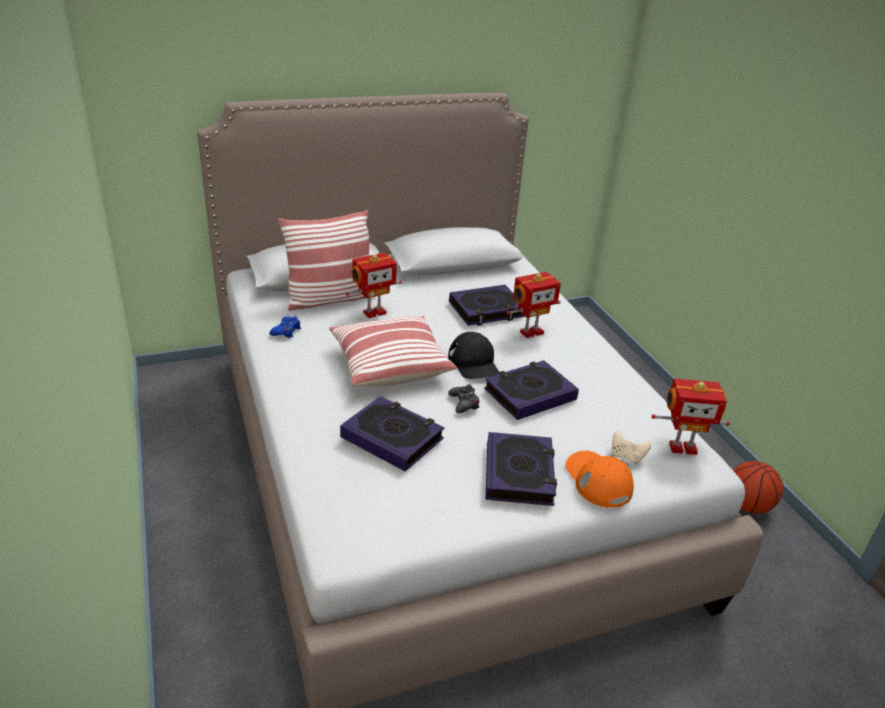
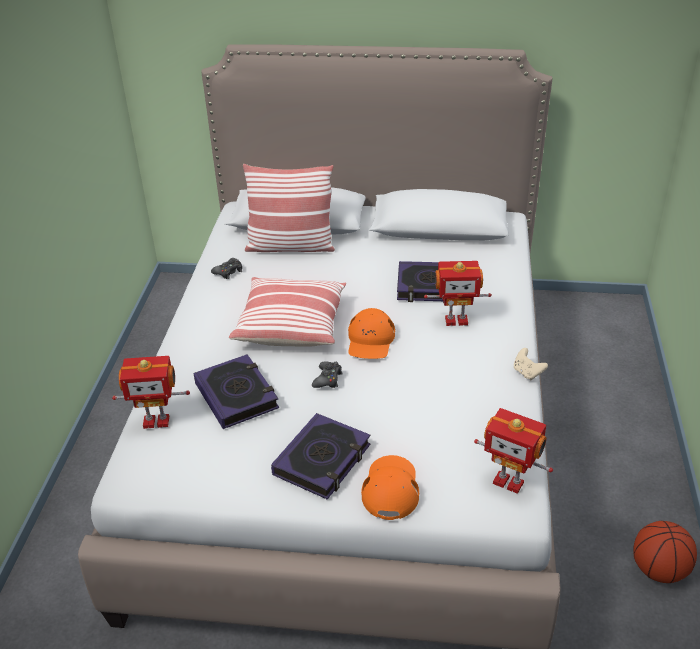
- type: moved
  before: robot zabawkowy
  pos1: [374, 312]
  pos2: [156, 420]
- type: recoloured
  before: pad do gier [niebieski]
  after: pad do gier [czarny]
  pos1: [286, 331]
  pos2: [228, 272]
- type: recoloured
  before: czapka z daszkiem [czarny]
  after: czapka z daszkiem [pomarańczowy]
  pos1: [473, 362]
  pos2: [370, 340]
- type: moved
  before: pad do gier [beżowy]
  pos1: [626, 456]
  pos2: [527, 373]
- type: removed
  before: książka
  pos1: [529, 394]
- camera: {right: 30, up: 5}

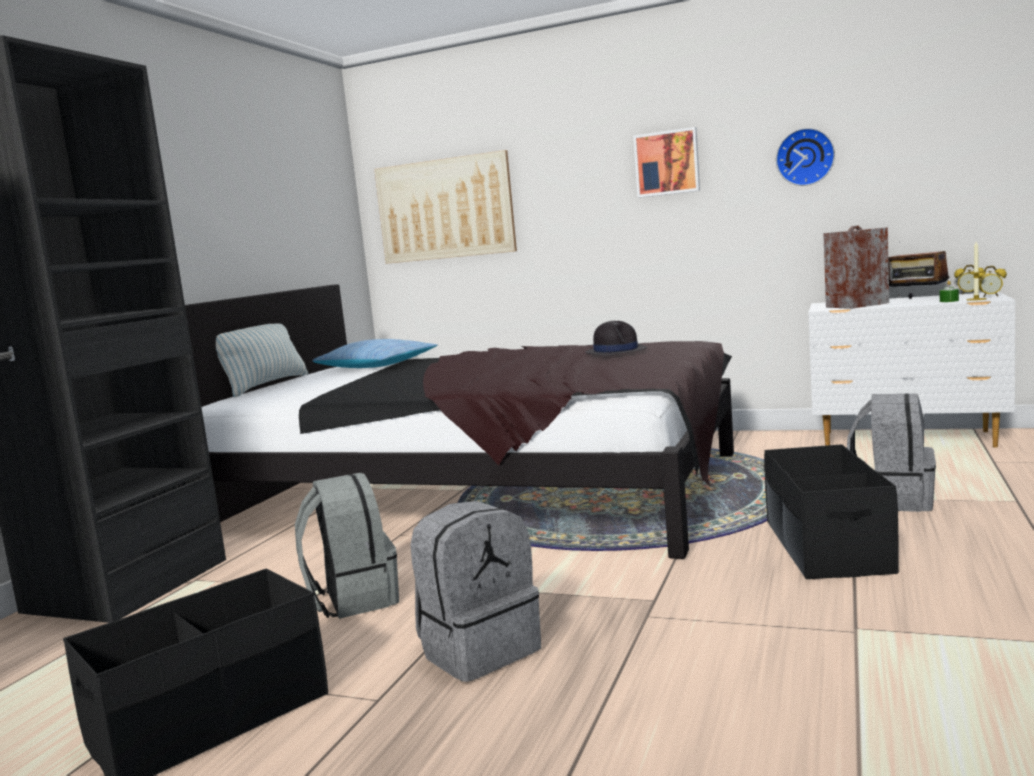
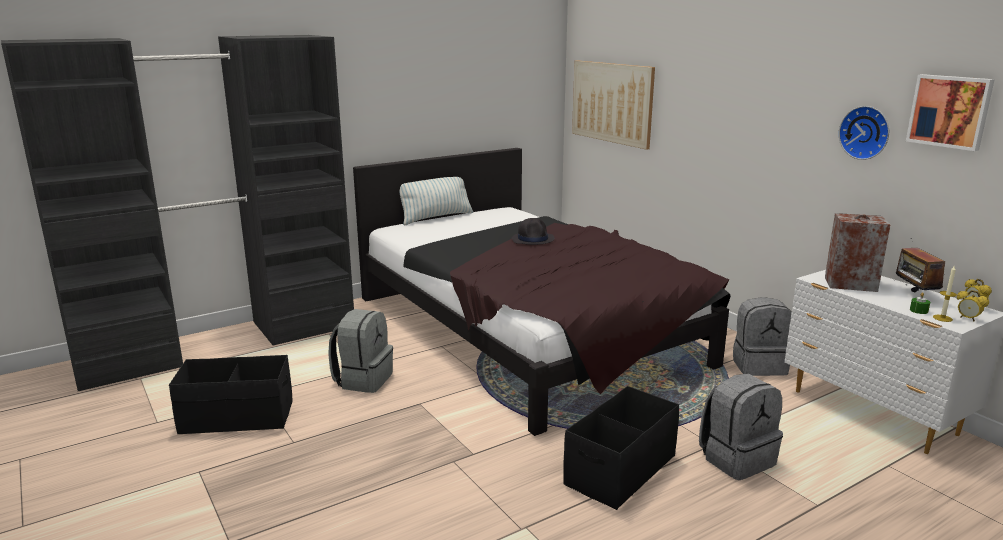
- type: moved
  before: kapelusz [czarny]
  pos1: [616, 351]
  pos2: [533, 239]
- type: moved
  before: plecak [szary]
  pos1: [479, 650]
  pos2: [759, 365]
- type: moved
  before: obraz
  pos1: [667, 163]
  pos2: [950, 111]
- type: removed
  before: poduszka
  pos1: [377, 366]
- camera: {right: 35, up: 10}

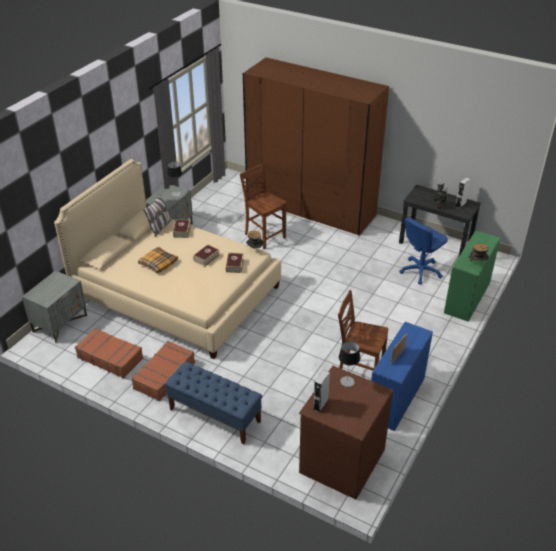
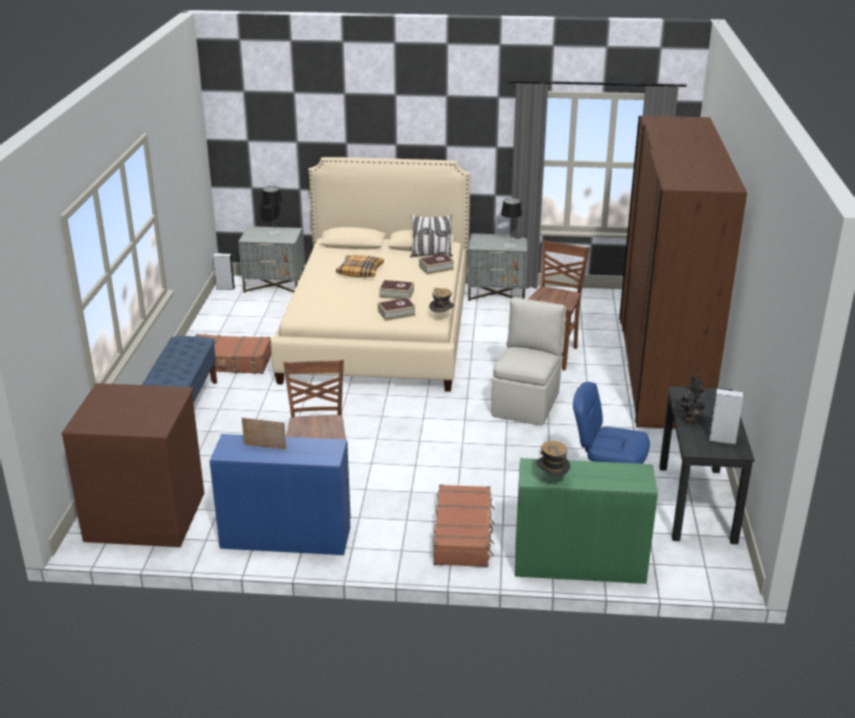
- type: moved
  before: głośnik [szary]
  pos1: [320, 404]
  pos2: [225, 288]
- type: moved
  before: lampa stołowa
  pos1: [347, 381]
  pos2: [274, 232]
- type: moved
  before: walizka [brązowy]
  pos1: [110, 357]
  pos2: [463, 534]
- type: added
  after: krzesło [beżowy]
  pos2: [526, 403]
- camera: {right: 65, up: -10}

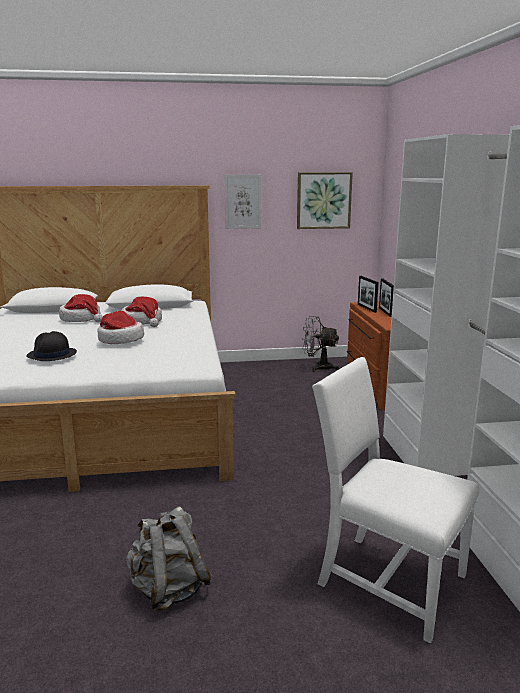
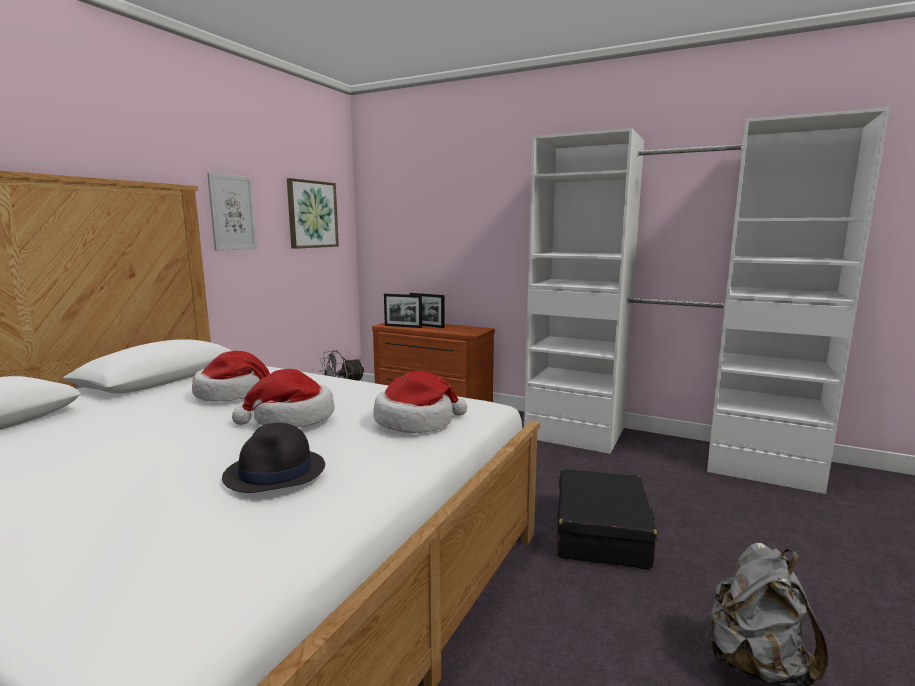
- type: moved
  before: kapelusz
  pos1: [82, 319]
  pos2: [416, 421]
- type: added
  after: walizka [czarny]
  pos2: [601, 532]
- type: removed
  before: krzesło [biały]
  pos1: [386, 580]
- camera: {right: -55, up: -5}

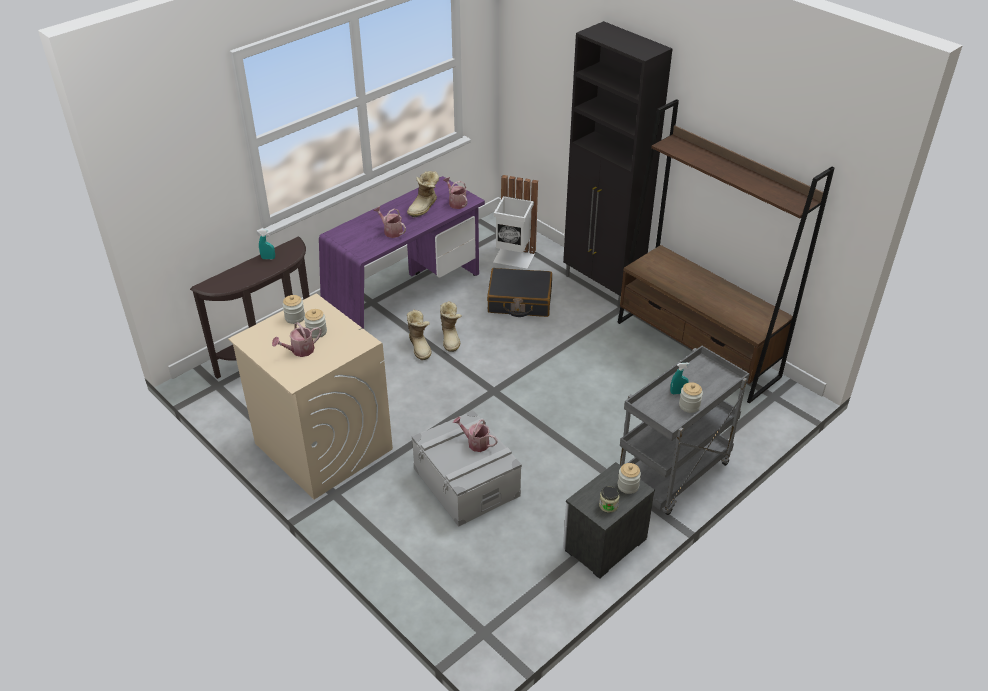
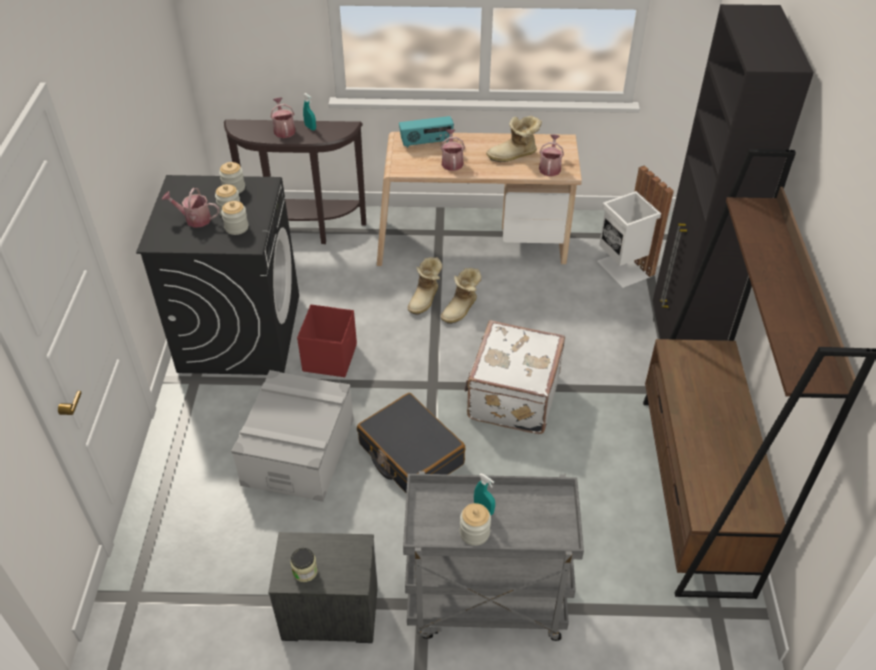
- type: recoloured
  before: pralka [beżowy]
  after: pralka [czarny]
  pos1: [322, 446]
  pos2: [240, 332]
- type: moved
  before: słoik
  pos1: [628, 486]
  pos2: [236, 227]
- type: moved
  before: konewka
  pos1: [475, 443]
  pos2: [284, 130]
- type: added
  after: pojemnik do przechowywania [czerwony]
  pos2: [330, 357]
- type: moved
  before: walizka [czarny]
  pos1: [519, 301]
  pos2: [410, 454]
- type: recoloured
  before: biurko [fioletowy]
  after: biurko [beżowy]
  pos1: [405, 297]
  pos2: [472, 245]
- type: added
  after: radio
  pos2: [426, 143]
- type: added
  after: walizka [biały]
  pos2: [511, 397]
- camera: {right: 45, up: 5}

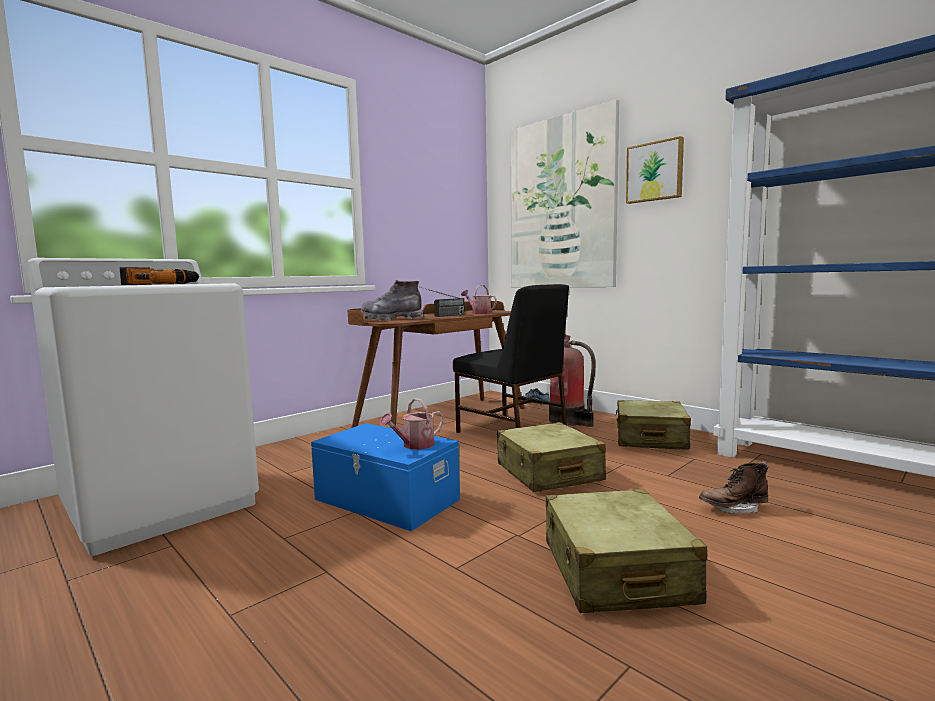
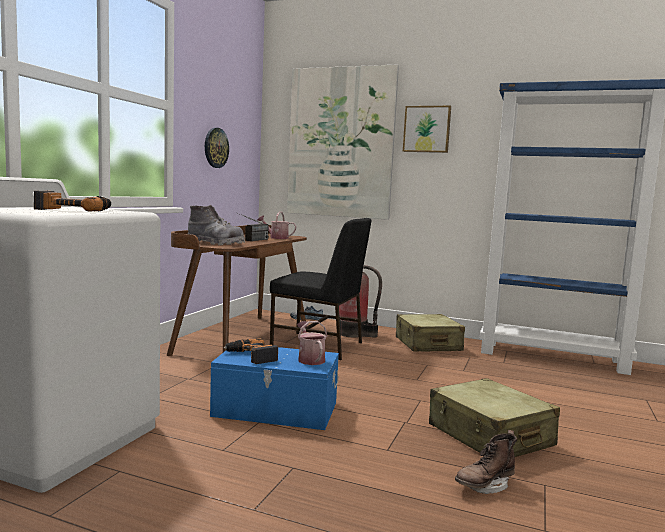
- type: turned
  before: but z cholewką [szary]
  pos1: [391, 319]
  pos2: [215, 243]
  turn: -135
- type: added
  after: zegar ścienny
  pos2: [216, 148]
- type: added
  after: wiertarka
  pos2: [251, 356]
- type: turned
  before: konewka
  pos1: [414, 445]
  pos2: [310, 359]
  turn: 135
- type: moved
  before: but z cholewką [brązowy]
  pos1: [733, 509]
  pos2: [484, 485]
- type: removed
  before: walizka [beżowy]
  pos1: [548, 473]
- camera: {right: -25, up: 0}

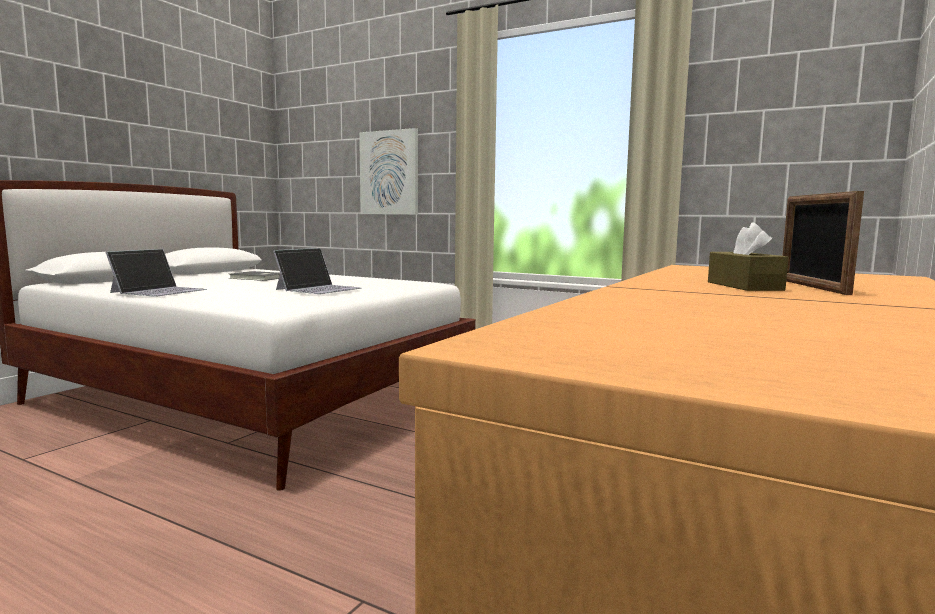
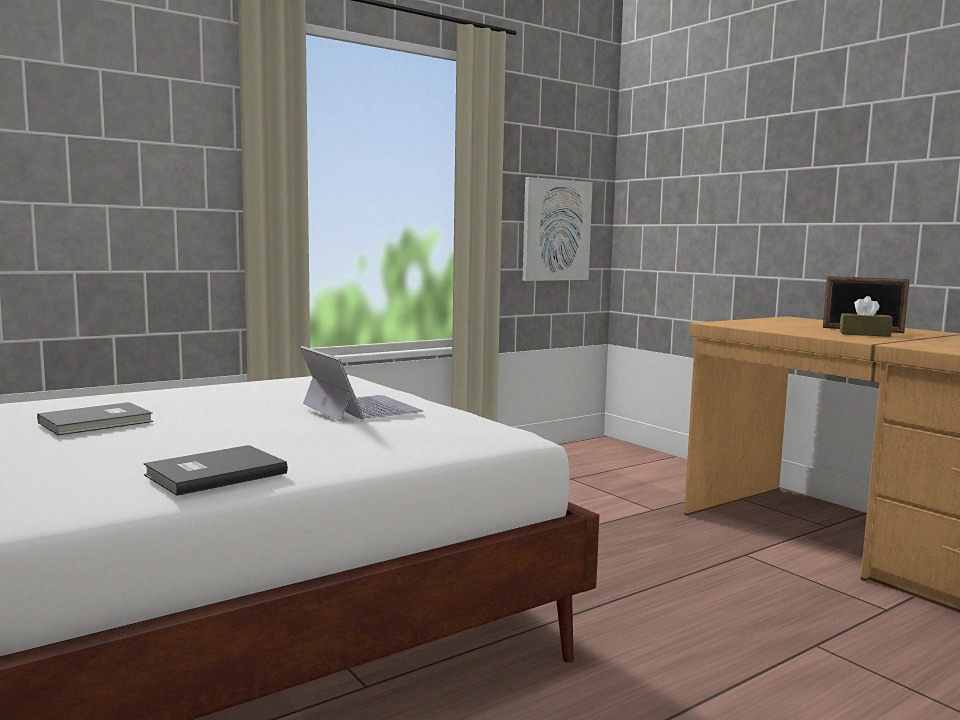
- type: replaced
  before: laptop
  after: książka [szary]
  pos1: [159, 291]
  pos2: [213, 474]
- type: moved
  before: obraz
  pos1: [389, 173]
  pos2: [556, 230]
- camera: {right: -65, up: 0}

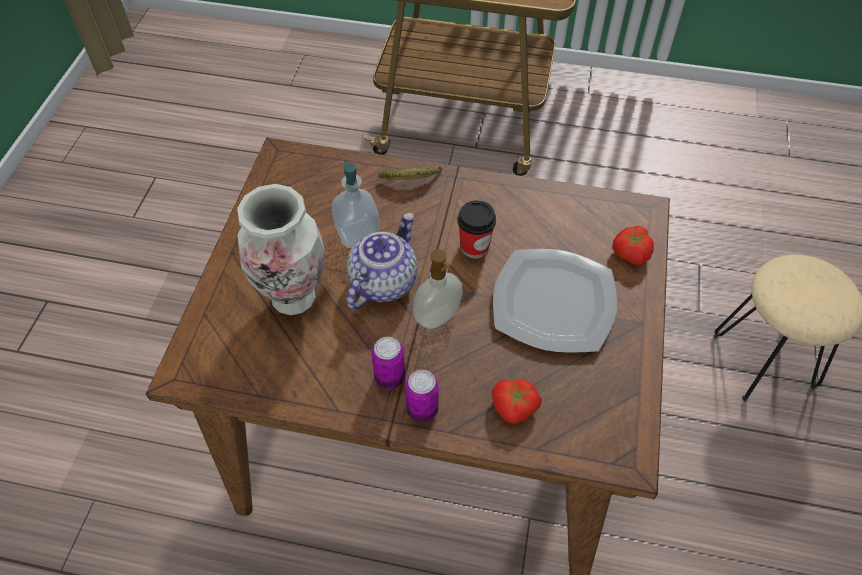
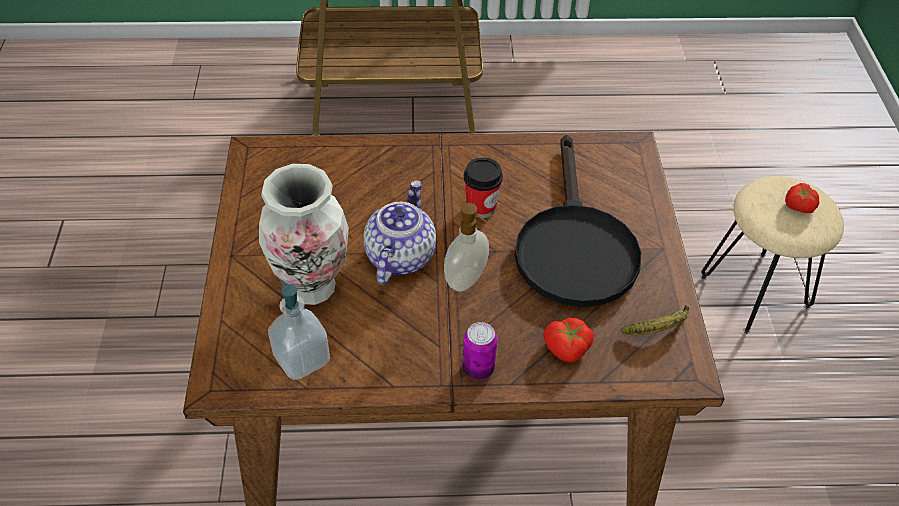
- type: moved
  before: dozownik mydła
  pos1: [357, 233]
  pos2: [302, 359]
- type: replaced
  before: talerz
  after: patelnia [czarny]
  pos1: [552, 303]
  pos2: [573, 246]
- type: moved
  before: banan
  pos1: [411, 180]
  pos2: [658, 328]
- type: moved
  before: pomidor
  pos1: [630, 253]
  pos2: [798, 206]
- type: removed
  before: puszka
  pos1: [389, 377]
- camera: {right: -15, up: -5}

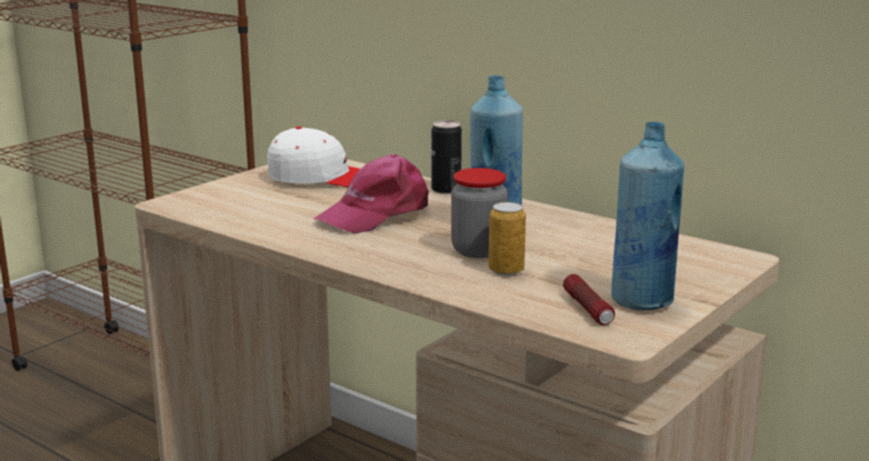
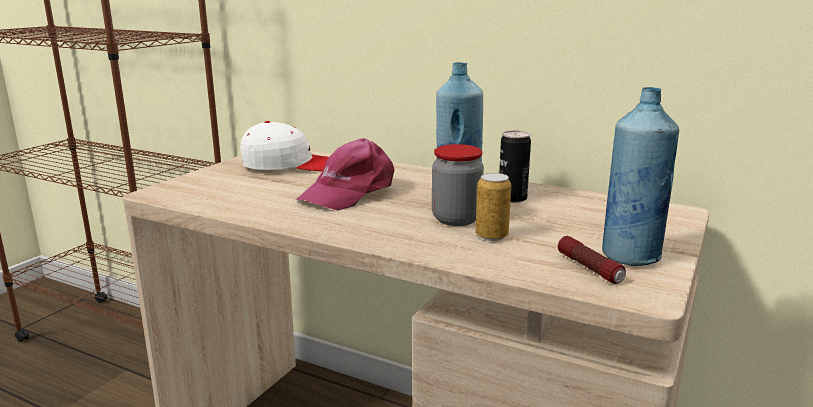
- type: moved
  before: puszka
  pos1: [446, 190]
  pos2: [512, 198]
- camera: {right: -10, up: 0}

